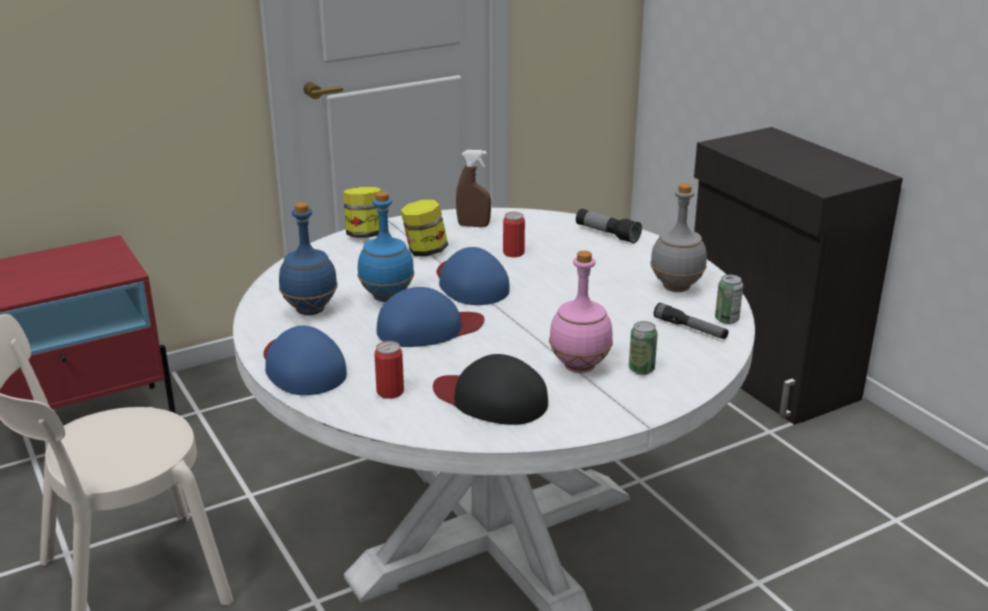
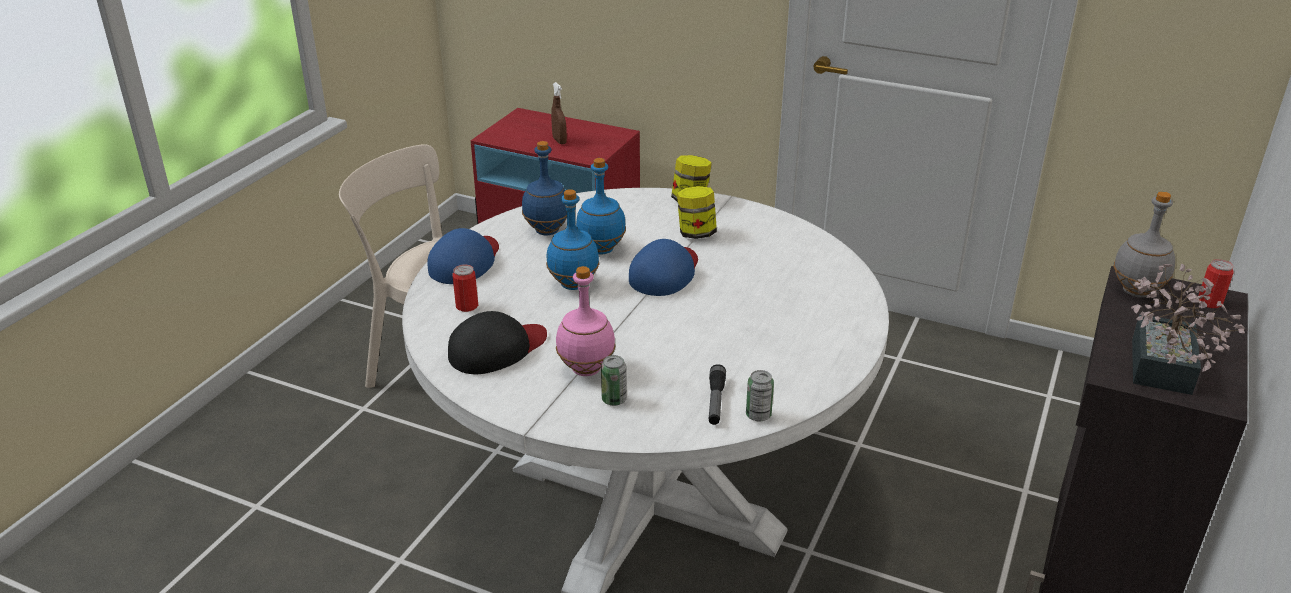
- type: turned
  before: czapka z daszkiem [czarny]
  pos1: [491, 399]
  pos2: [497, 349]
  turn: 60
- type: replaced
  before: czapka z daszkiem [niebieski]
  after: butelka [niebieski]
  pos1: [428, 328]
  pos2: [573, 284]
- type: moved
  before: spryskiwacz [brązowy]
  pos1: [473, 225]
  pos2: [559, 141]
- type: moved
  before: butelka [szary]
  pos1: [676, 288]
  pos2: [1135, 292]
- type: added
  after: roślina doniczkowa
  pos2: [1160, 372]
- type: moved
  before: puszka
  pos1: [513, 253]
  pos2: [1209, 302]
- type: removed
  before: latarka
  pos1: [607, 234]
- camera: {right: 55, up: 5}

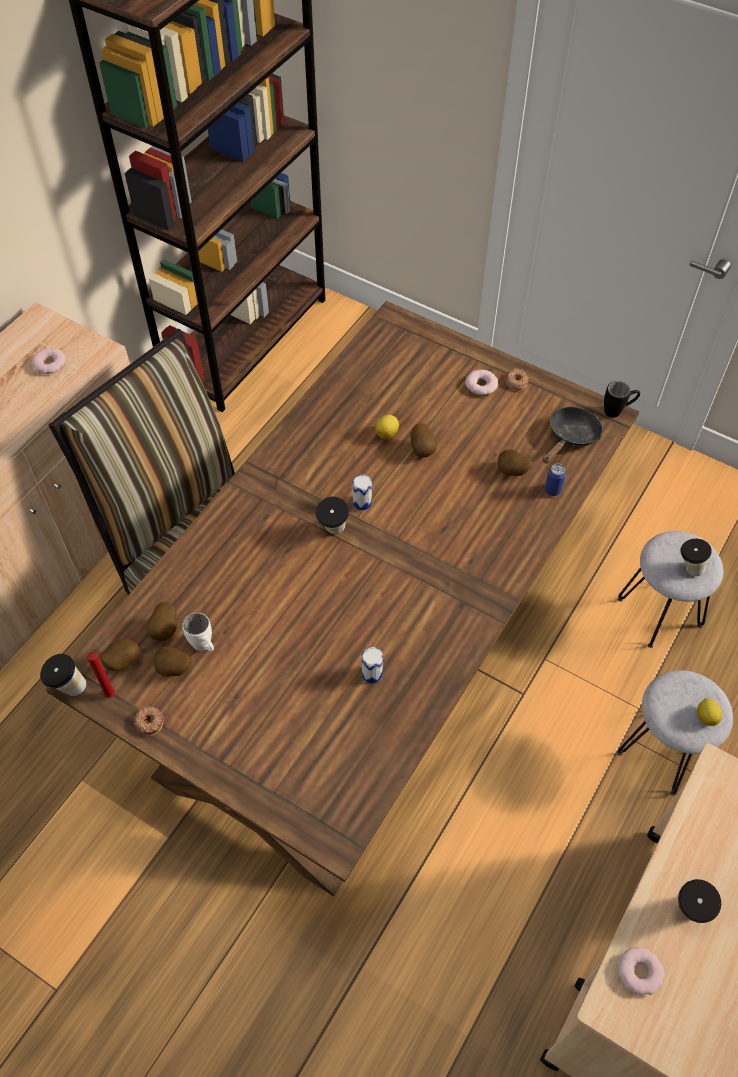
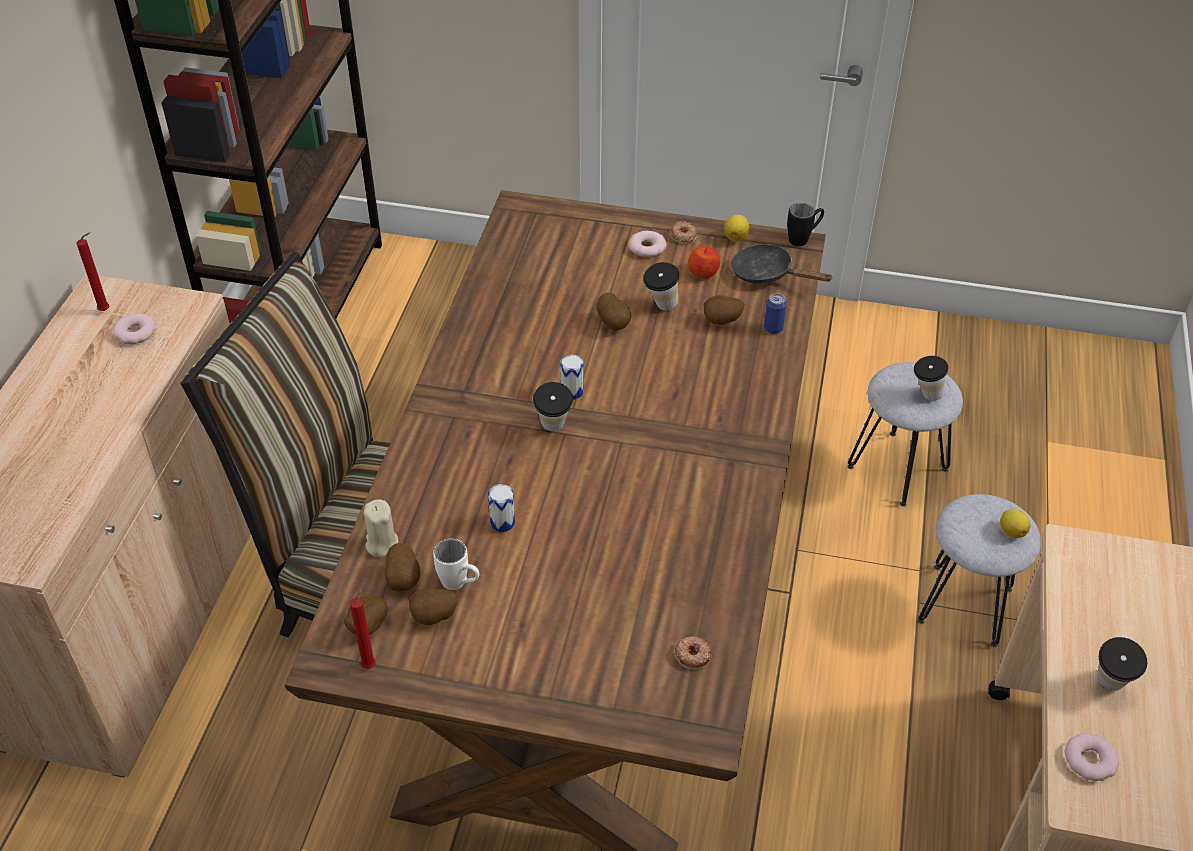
- type: added
  after: świeca [czerwony]
  pos2: [106, 310]
- type: added
  after: świeca [beżowy]
  pos2: [381, 544]
- type: moved
  before: puszka
  pos1: [372, 674]
  pos2: [502, 523]
- type: moved
  before: filiżanka
  pos1: [68, 688]
  pos2: [660, 306]
- type: moved
  before: donut
  pos1: [149, 722]
  pos2: [692, 655]
- type: added
  after: jabłko
  pos2: [703, 273]
- type: moved
  before: cytryna
  pos1: [387, 433]
  pos2: [736, 237]
- type: turned
  before: patelnia [czarny]
  pos1: [571, 437]
  pos2: [767, 274]
  turn: -75
- camera: {right: -20, up: -10}

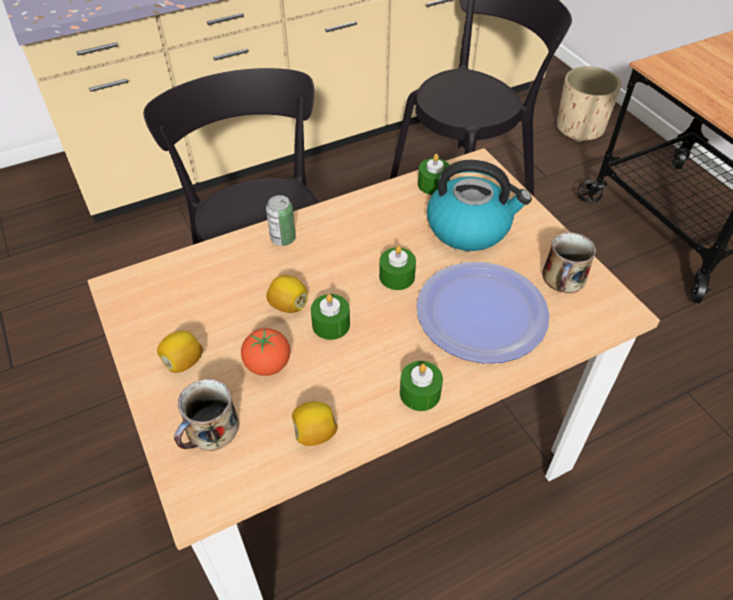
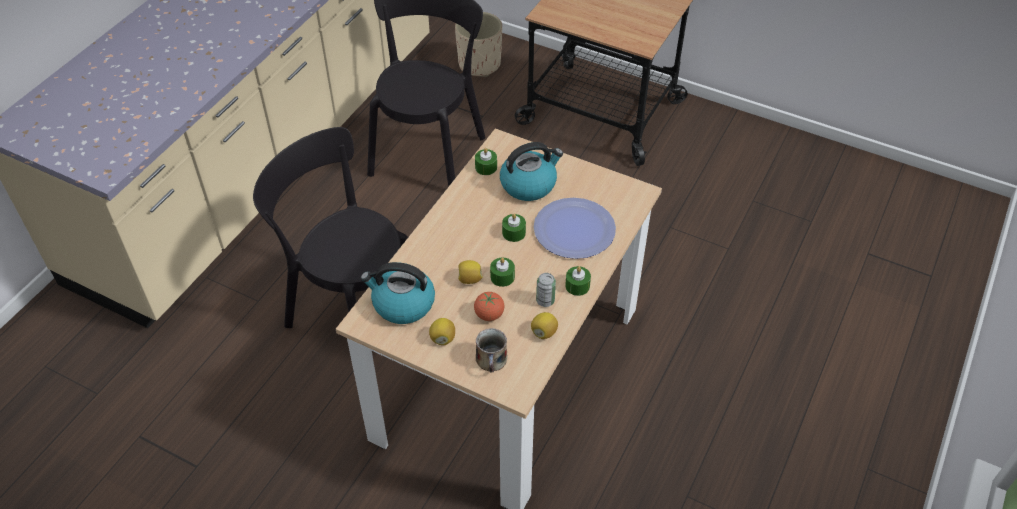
- type: added
  after: czajnik
  pos2: [402, 304]
- type: moved
  before: puszka
  pos1: [283, 239]
  pos2: [545, 301]
- type: removed
  before: kubek
  pos1: [564, 279]
- camera: {right: -35, up: 0}

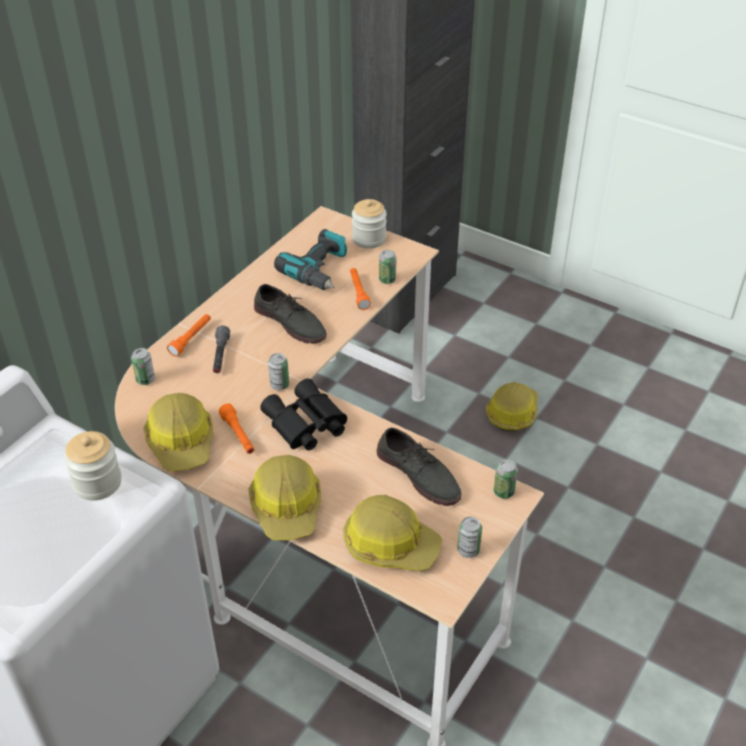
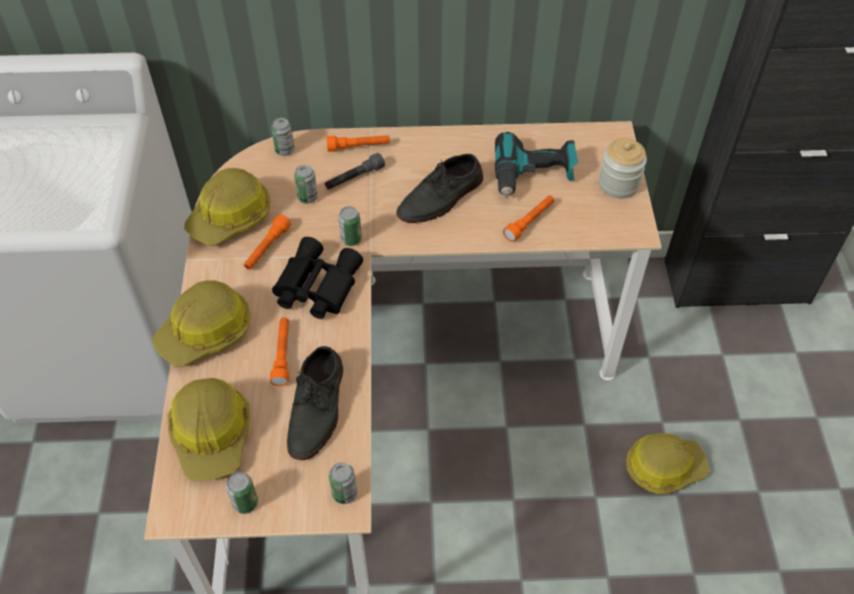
- type: added
  after: latarka [pomarańczowy]
  pos2: [282, 355]
- type: moved
  before: puszka
  pos1: [387, 280]
  pos2: [308, 197]
- type: turned
  before: but [szary]
  pos1: [291, 322]
  pos2: [441, 198]
  turn: 45
- type: removed
  before: słoik
  pos1: [97, 483]
- camera: {right: 55, up: 10}

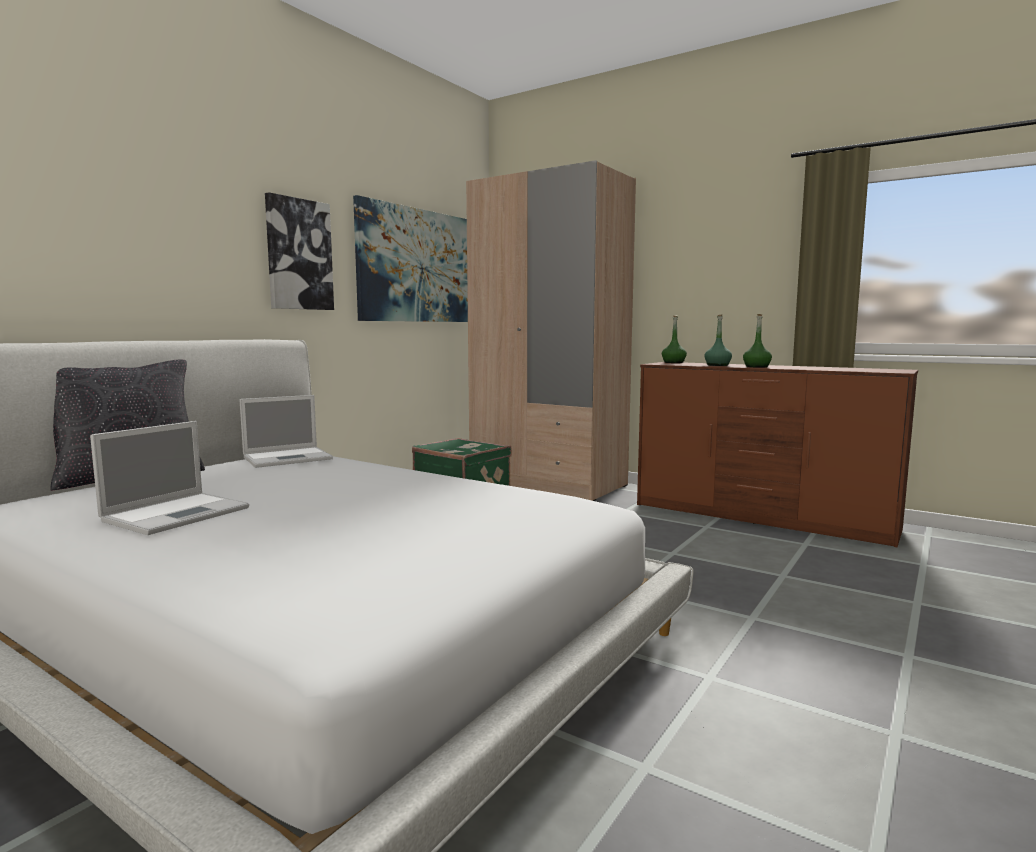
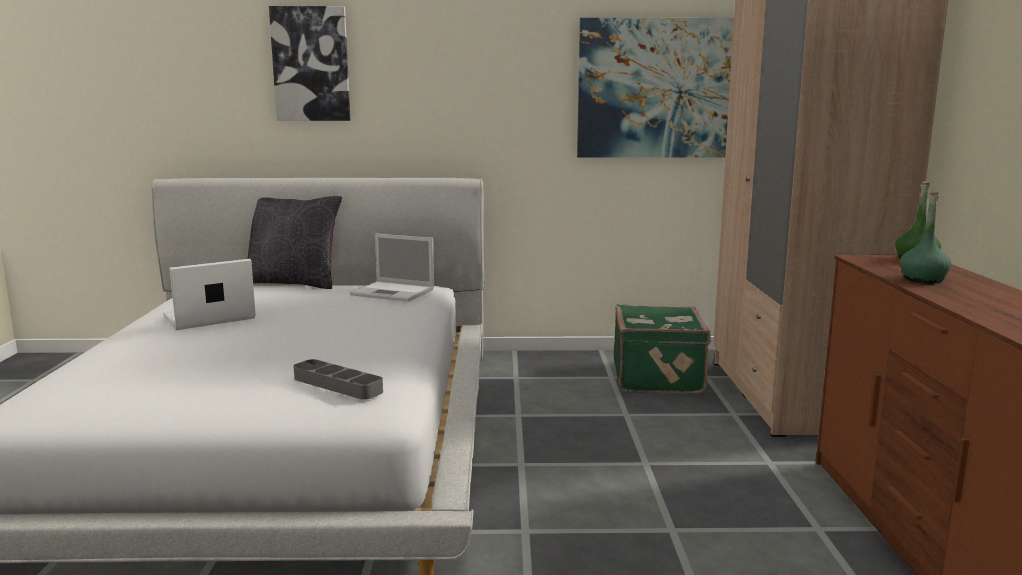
- type: turned
  before: laptop
  pos1: [178, 513]
  pos2: [207, 318]
  turn: 150
- type: moved
  before: obraz
  pos1: [299, 254]
  pos2: [311, 64]
- type: added
  after: taca [szary]
  pos2: [337, 385]
- type: removed
  before: butelka [zielony]
  pos1: [756, 366]
- camera: {right: 55, up: 5}

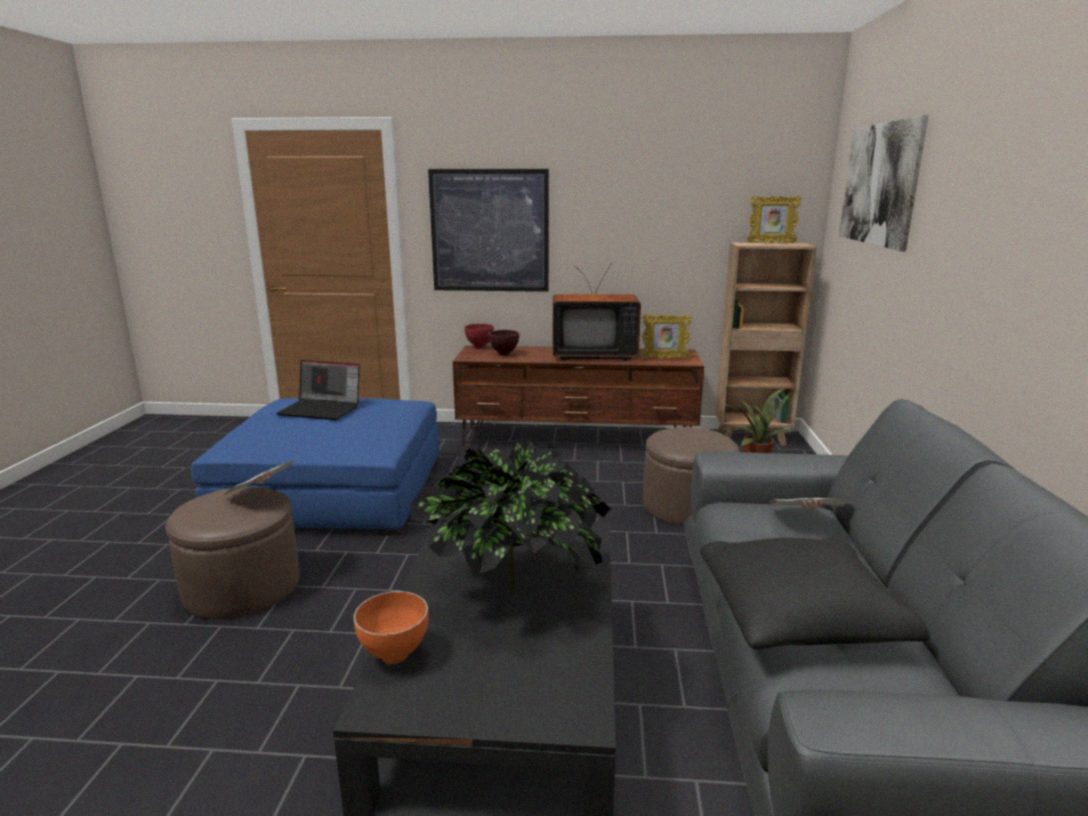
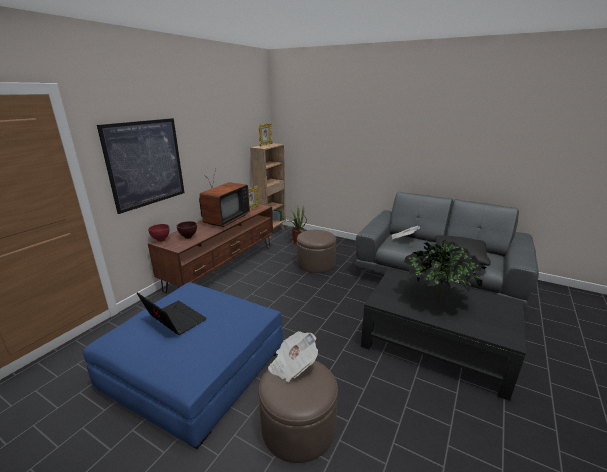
- type: turned
  before: laptop
  pos1: [322, 409]
  pos2: [173, 320]
  turn: -90
- type: removed
  before: miska [pomarańczowy]
  pos1: [394, 655]
- type: removed
  before: obraz
  pos1: [879, 184]
- camera: {right: -65, up: 5}

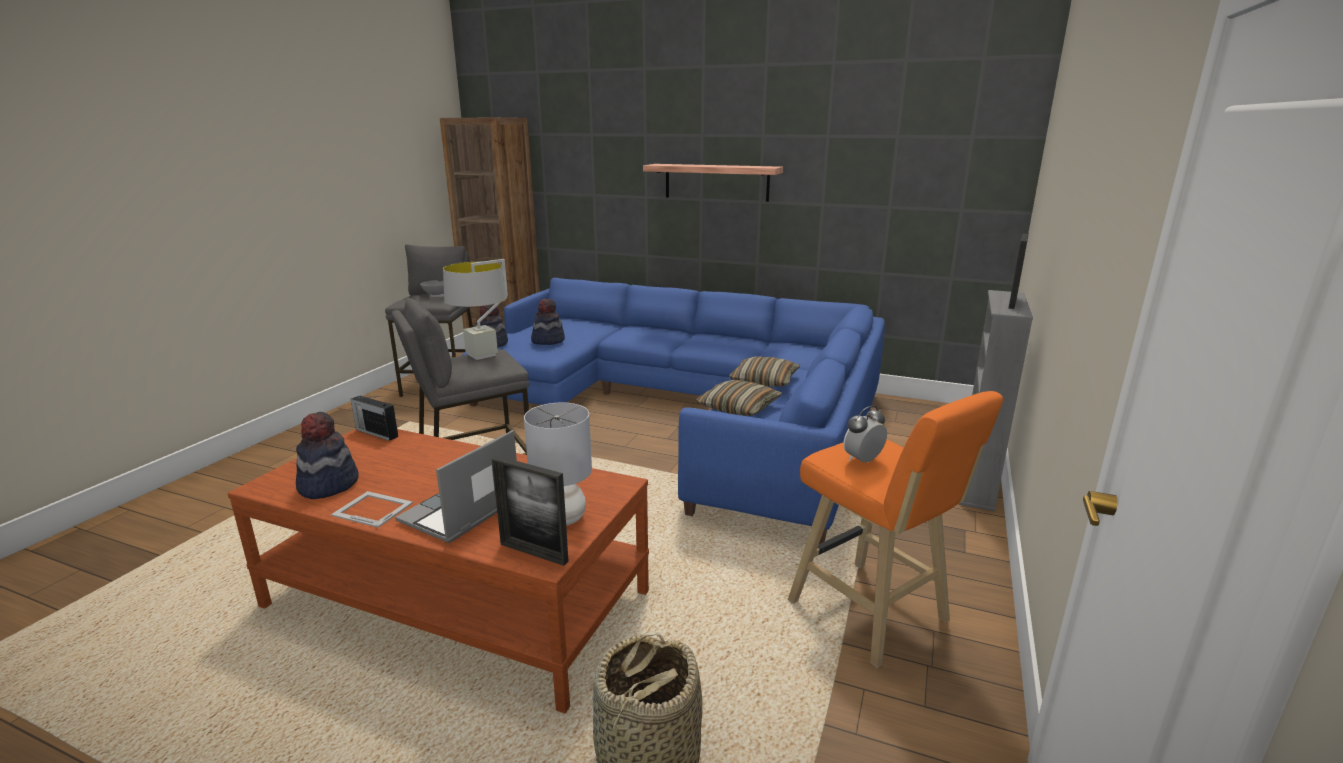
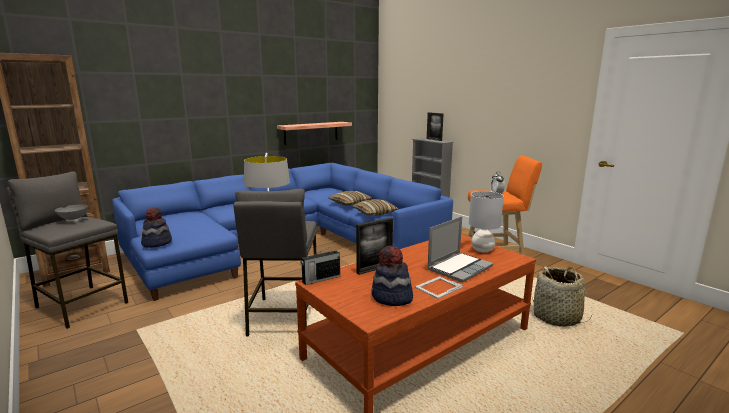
- type: moved
  before: półka
  pos1: [716, 182]
  pos2: [311, 132]
- type: moved
  before: ramka na zdjęcie
  pos1: [533, 552]
  pos2: [374, 269]
- type: turned
  before: laptop
  pos1: [461, 512]
  pos2: [459, 267]
  turn: -105
- type: removed
  before: kapelusz
  pos1: [548, 340]
- camera: {right: -60, up: -5}

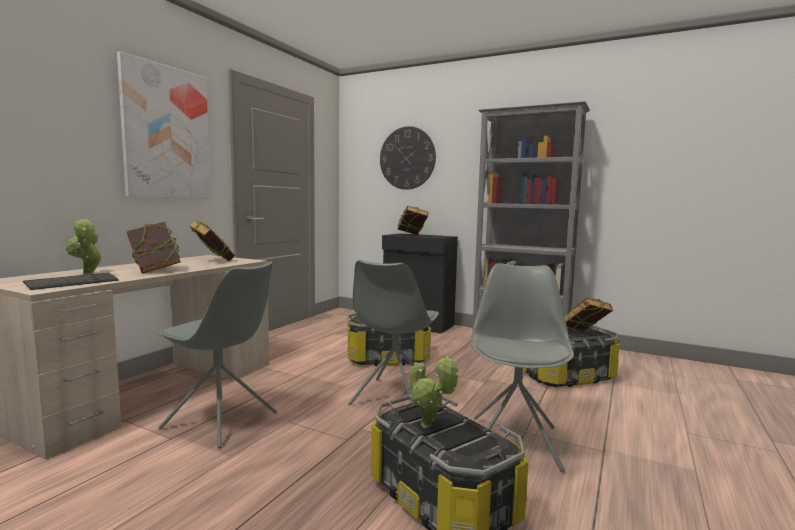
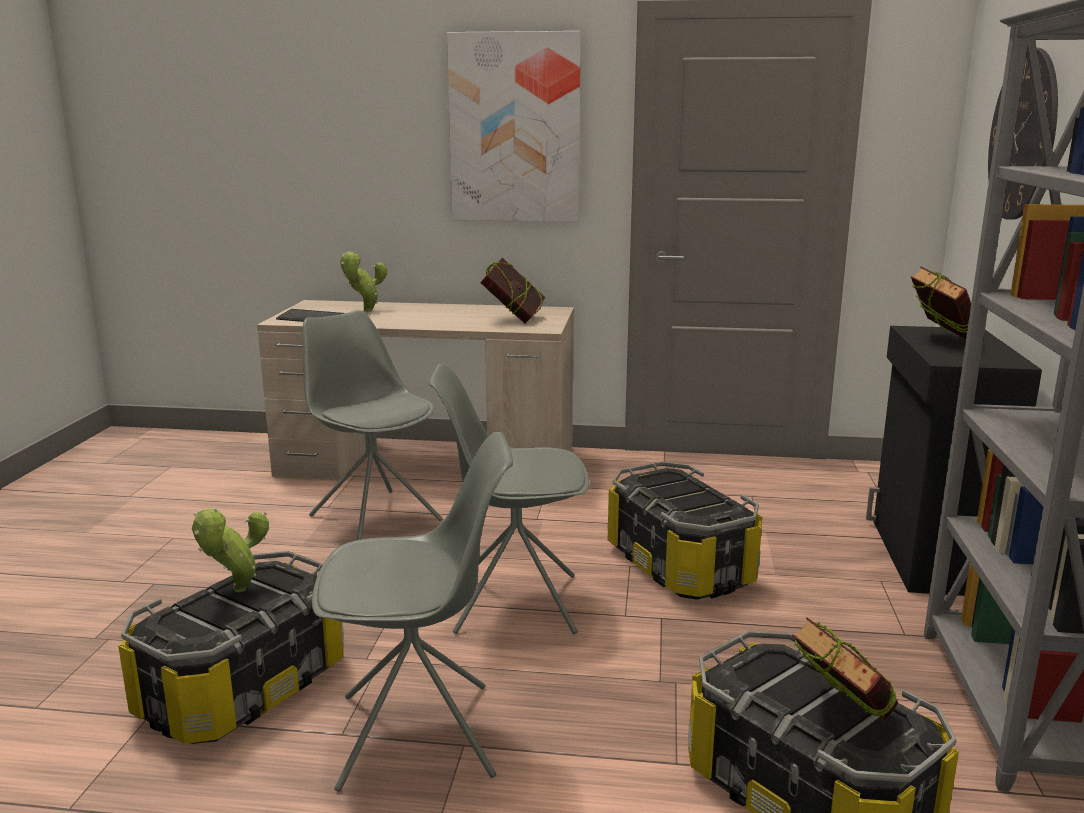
- type: turned
  before: krzesło [szary]
  pos1: [221, 421]
  pos2: [374, 517]
  turn: 135
- type: removed
  before: książka
  pos1: [155, 270]
- camera: {right: 70, up: 10}

